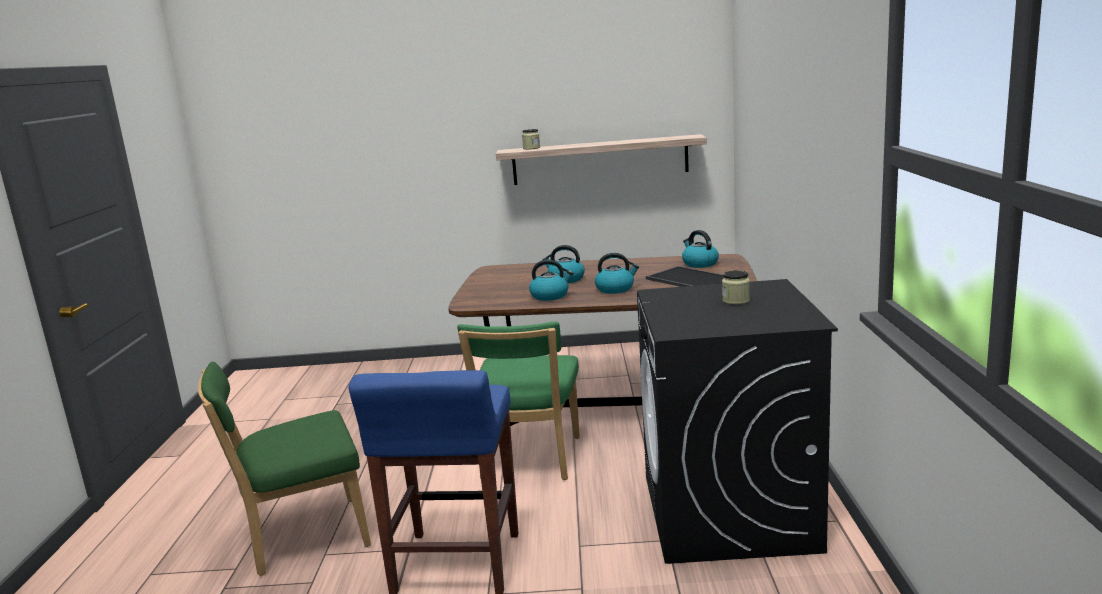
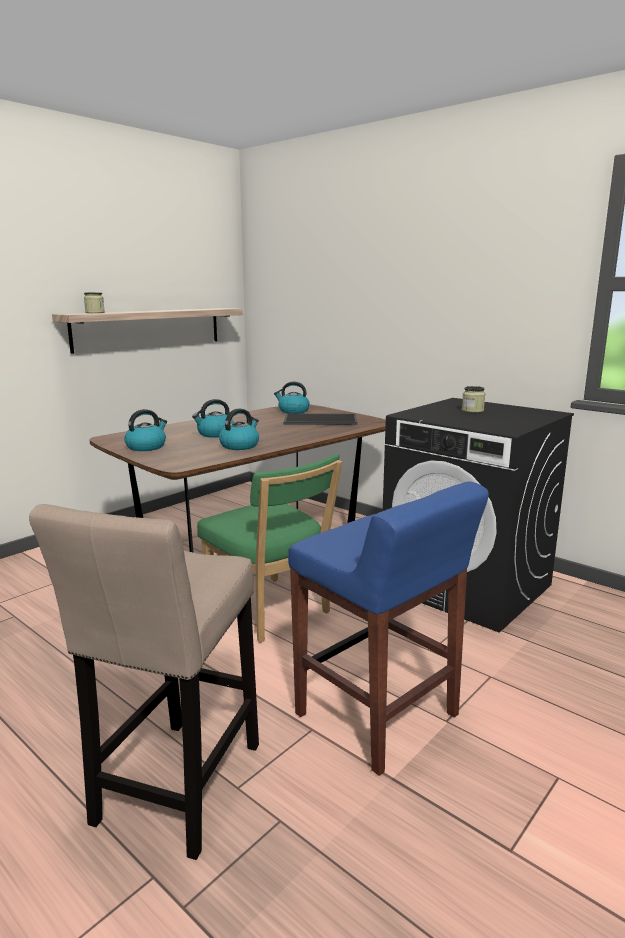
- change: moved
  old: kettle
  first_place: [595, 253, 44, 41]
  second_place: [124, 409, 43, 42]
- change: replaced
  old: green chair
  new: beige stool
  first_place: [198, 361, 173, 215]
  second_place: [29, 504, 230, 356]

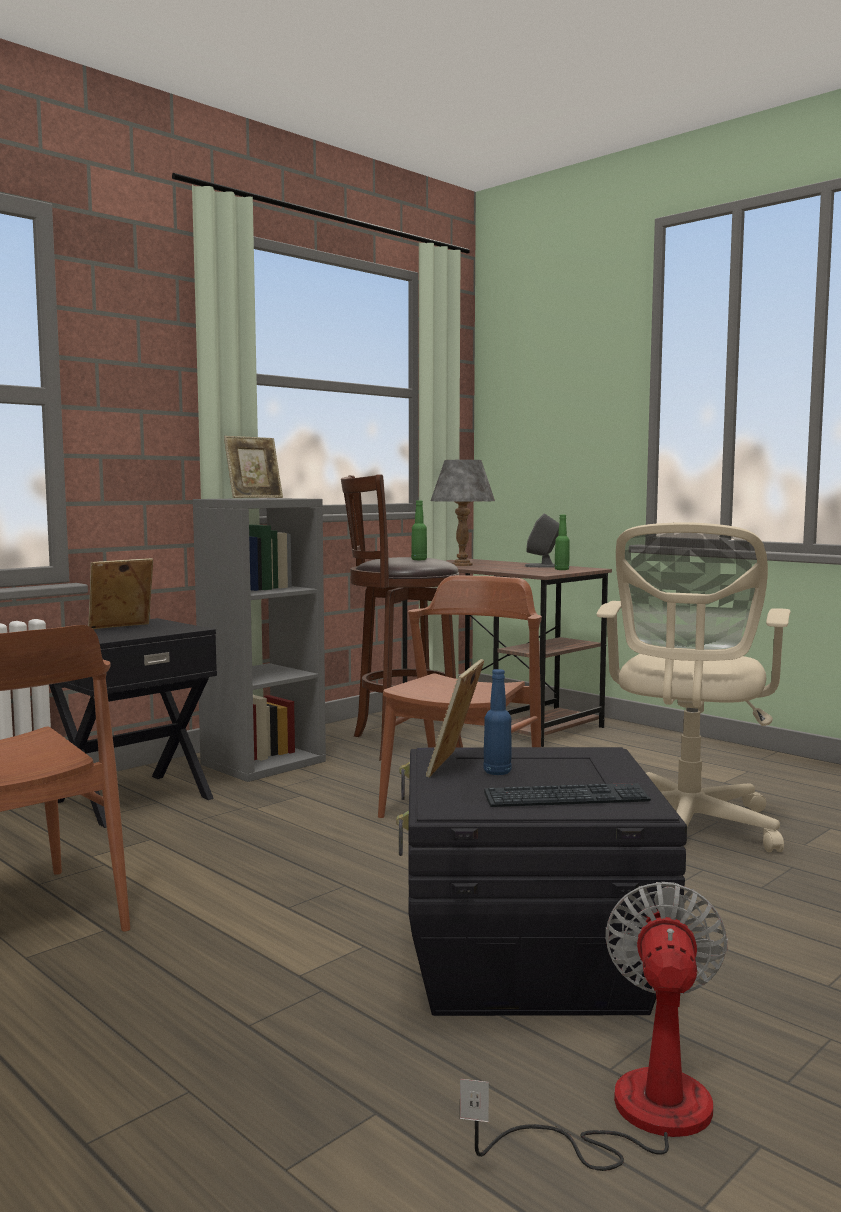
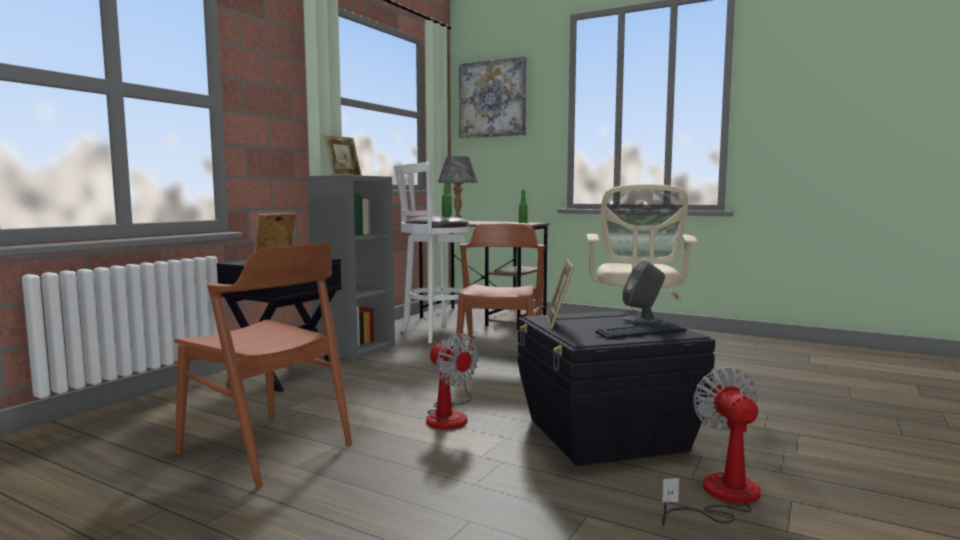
- change: removed
  old: blue bottle
  first_place: [484, 669, 28, 106]
- change: added
  new: fan
  second_place: [426, 333, 52, 97]
- change: added
  new: picture
  second_place: [459, 56, 68, 82]
- change: moved
  old: grey speaker
  first_place: [525, 513, 34, 54]
  second_place: [622, 260, 43, 63]
- change: recoloured
  old: brown stool
  new: white stool
  first_place: [341, 474, 122, 287]
  second_place: [394, 162, 82, 181]

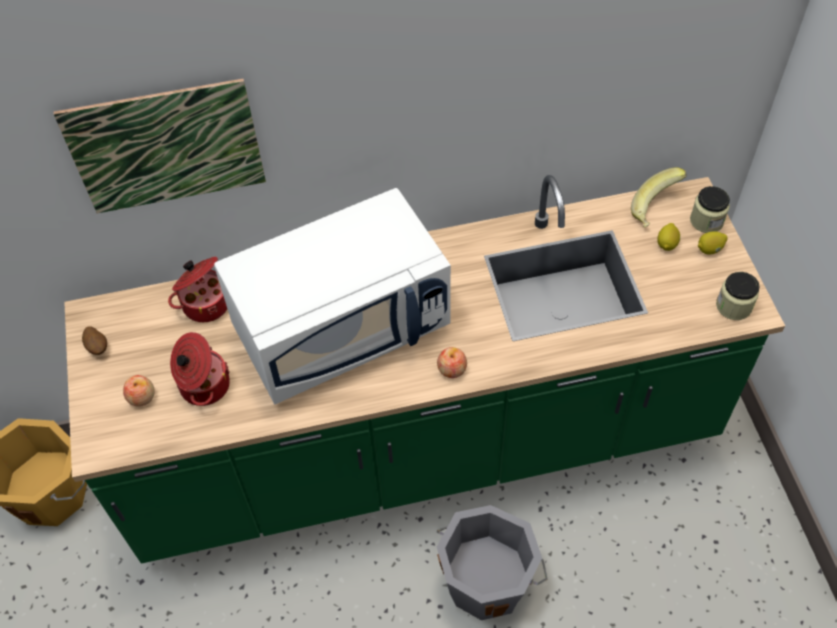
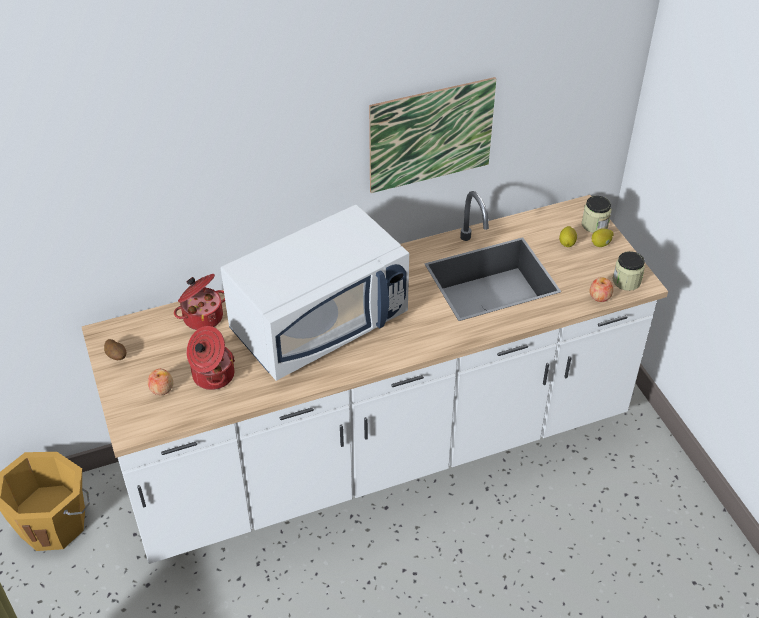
- change: removed
  old: grey bucket
  first_place: [437, 505, 111, 115]
- change: removed
  old: banana
  first_place: [631, 167, 56, 61]
- change: moved
  old: picture
  first_place: [54, 78, 212, 135]
  second_place: [369, 77, 127, 116]
- change: moved
  old: apple
  first_place: [437, 347, 30, 31]
  second_place: [590, 278, 23, 24]
- change: recoloured
  old: green counter
  new: white counter
  first_place: [64, 175, 721, 388]
  second_place: [82, 191, 586, 373]

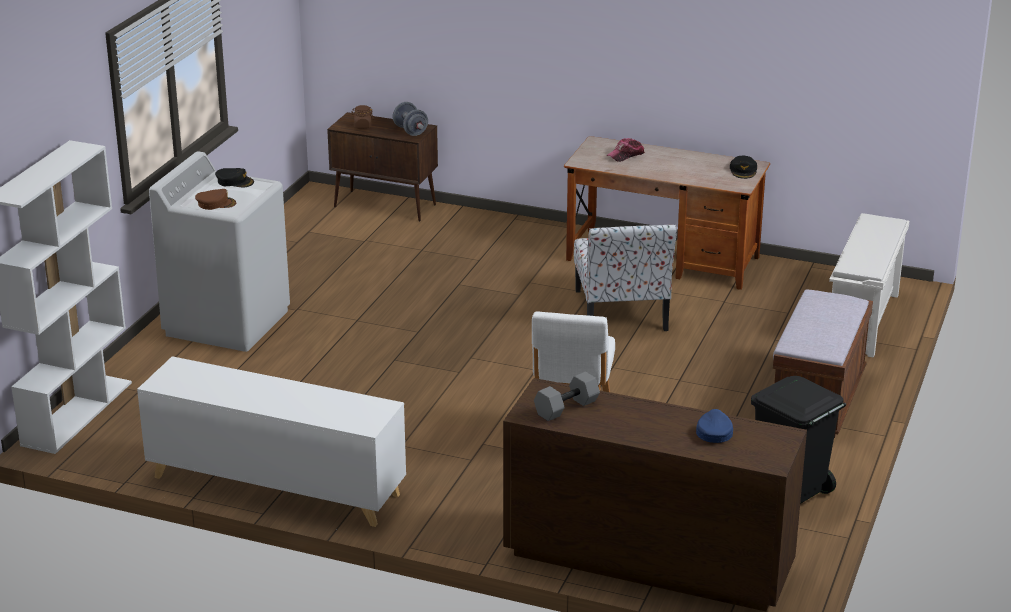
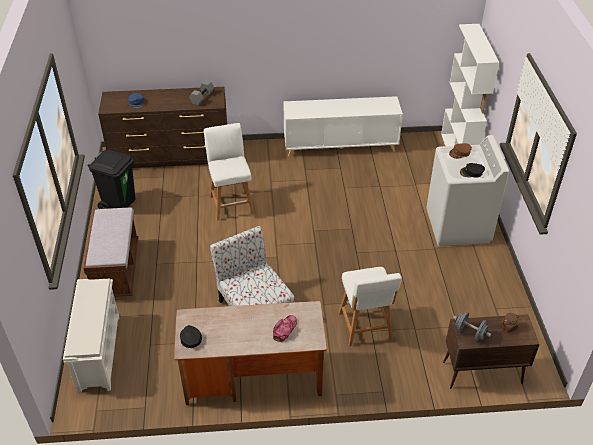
- change: added
  new: white stool
  second_place: [338, 267, 64, 79]

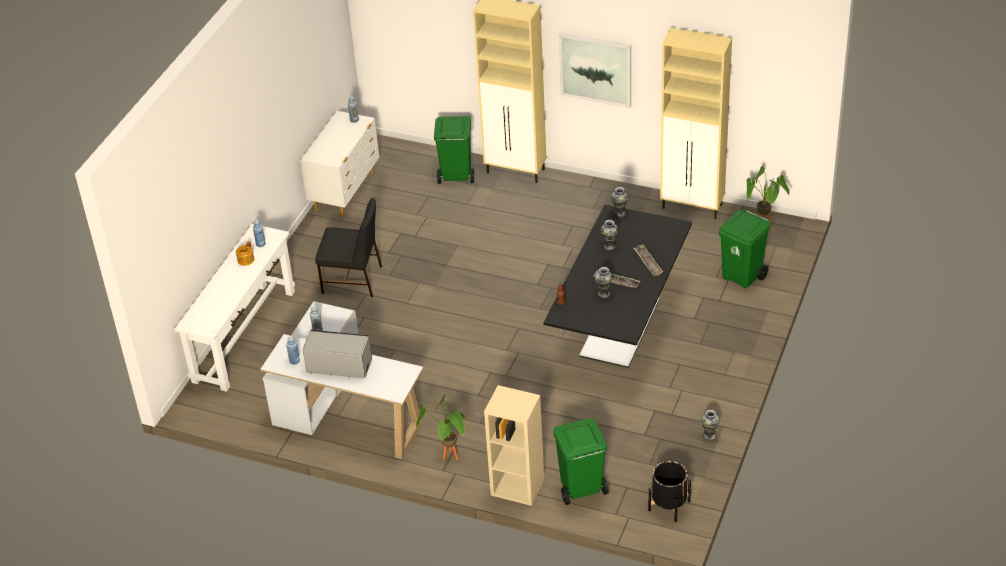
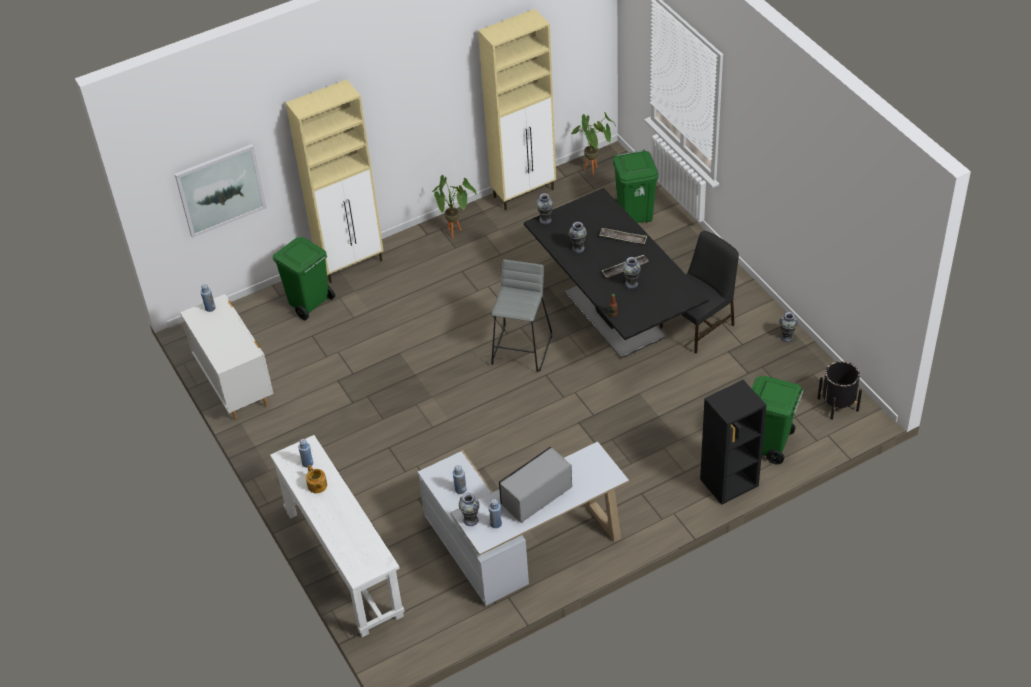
- change: added
  new: vase
  second_place: [459, 493, 21, 33]
- change: added
  new: grey stool
  second_place: [491, 260, 61, 112]
- change: moved
  old: black chair
  first_place: [315, 198, 67, 99]
  second_place: [660, 231, 79, 123]
- change: moved
  old: potted plant
  first_place: [416, 395, 51, 66]
  second_place: [432, 175, 45, 63]
- change: moved
  old: picture
  first_place: [559, 33, 72, 75]
  second_place: [175, 144, 92, 94]
- change: recoloured
  old: beige bookcase
  new: black bookcase
  first_place: [484, 385, 60, 121]
  second_place: [700, 380, 66, 125]

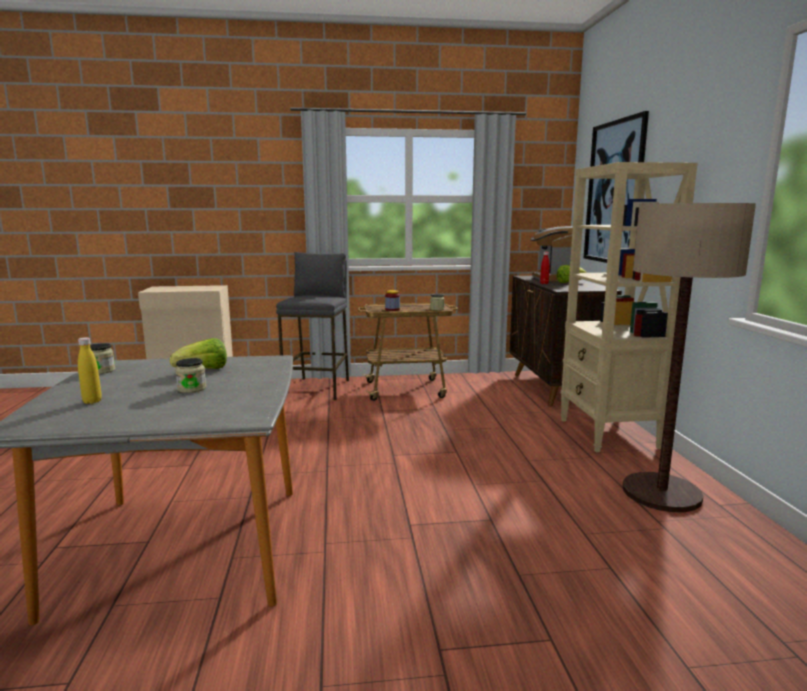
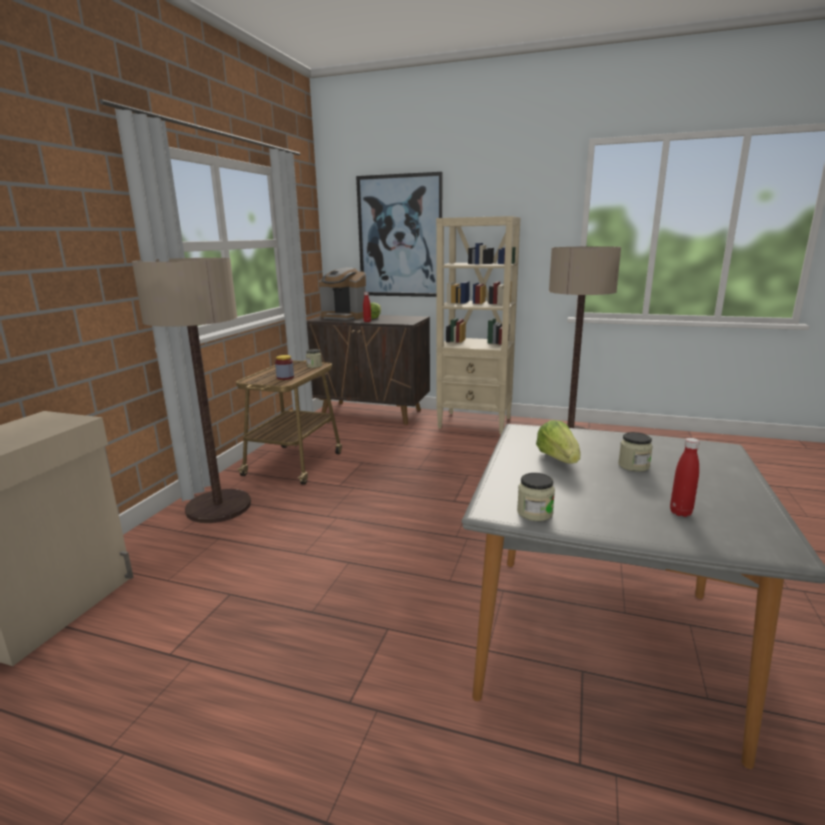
- change: replaced
  old: grey stool
  new: floor lamp
  first_place: [276, 252, 73, 148]
  second_place: [132, 258, 119, 265]
- change: recoloured
  old: yellow bottle
  new: red bottle
  first_place: [78, 337, 24, 67]
  second_place: [670, 438, 30, 79]

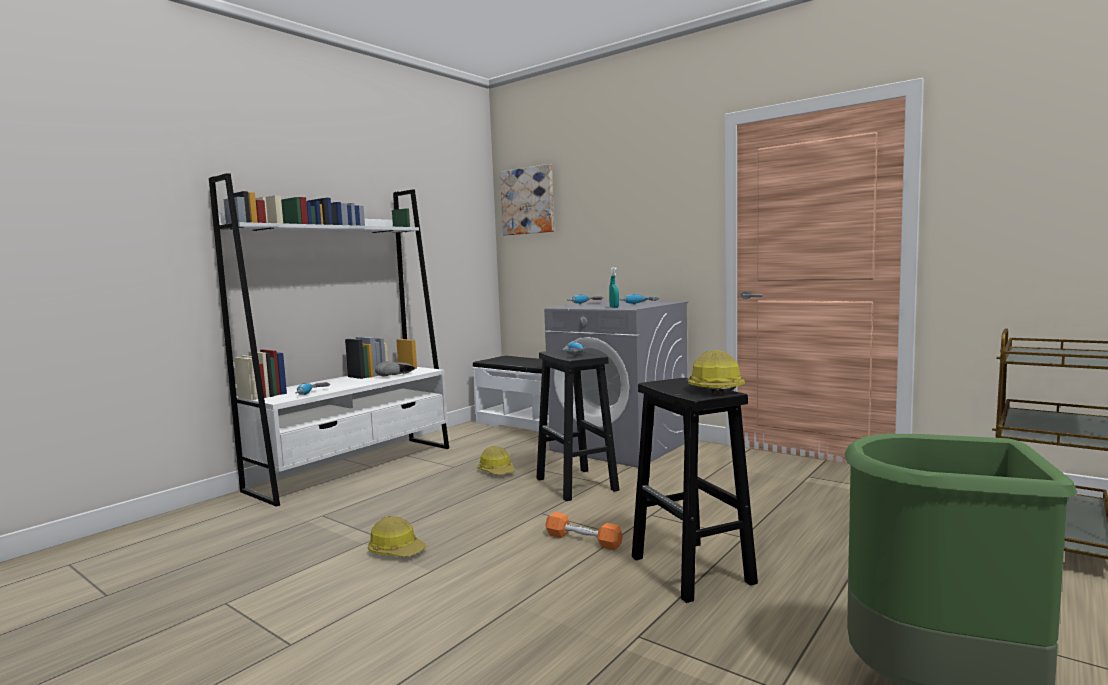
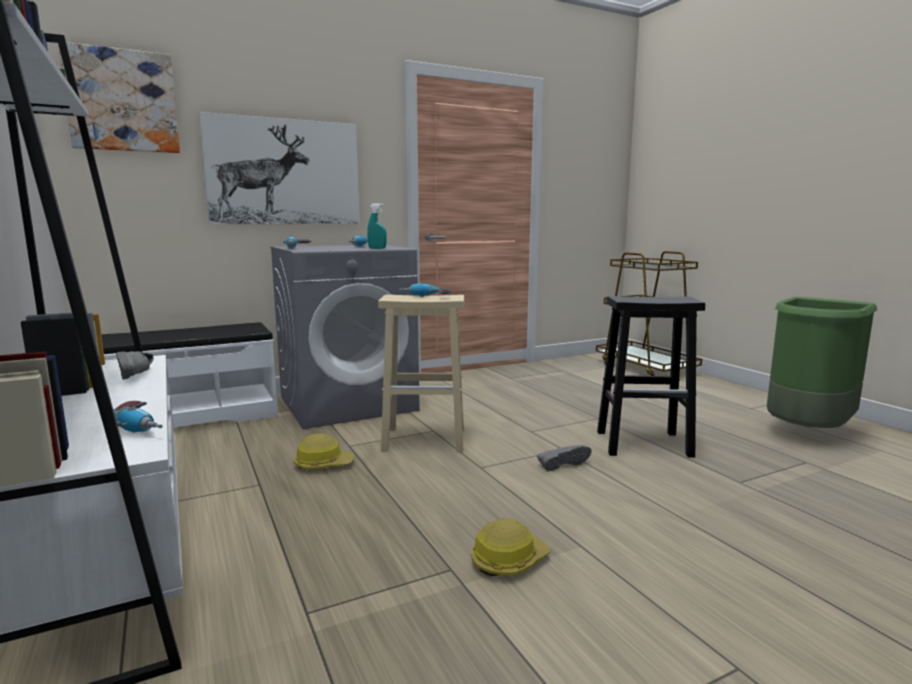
- change: removed
  old: hard hat
  first_place: [688, 350, 57, 44]
- change: added
  new: picture
  second_place: [199, 112, 161, 112]
- change: replaced
  old: orange dumbbell
  new: grey shoe
  first_place: [545, 512, 78, 38]
  second_place: [537, 445, 55, 26]
- change: recoloured
  old: black stool
  new: beige stool
  first_place: [536, 349, 83, 152]
  second_place: [378, 295, 86, 157]

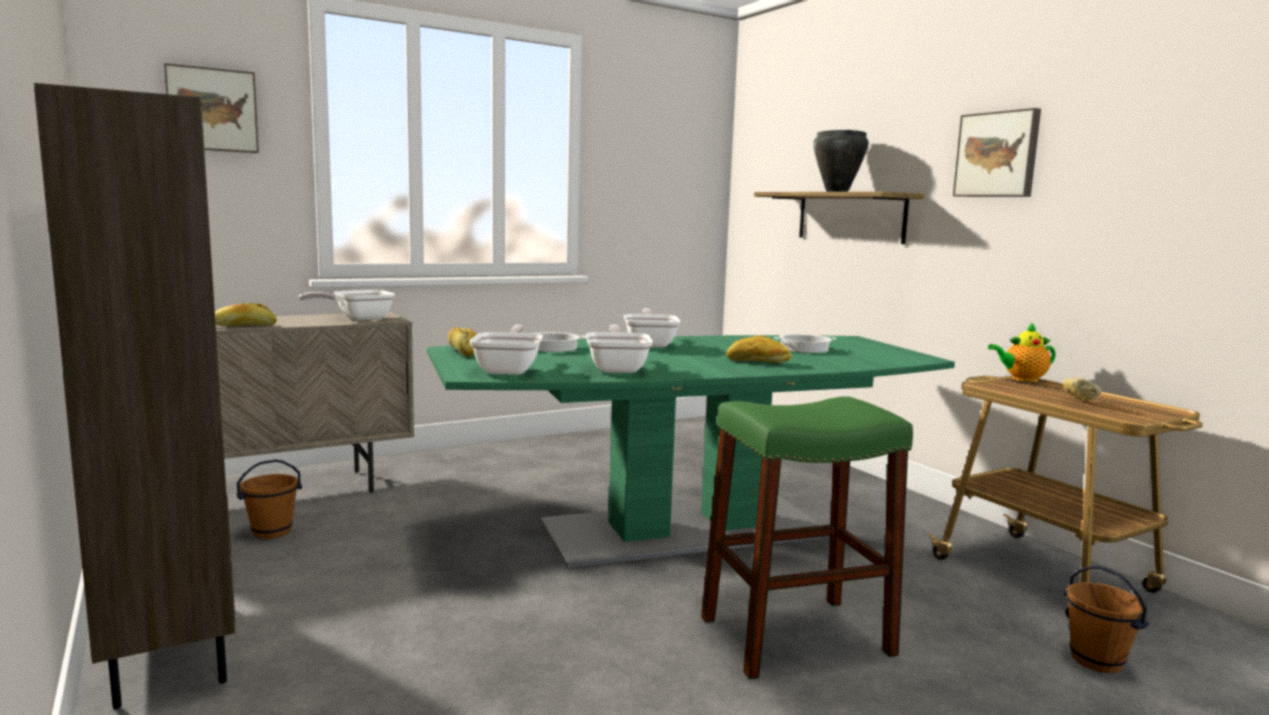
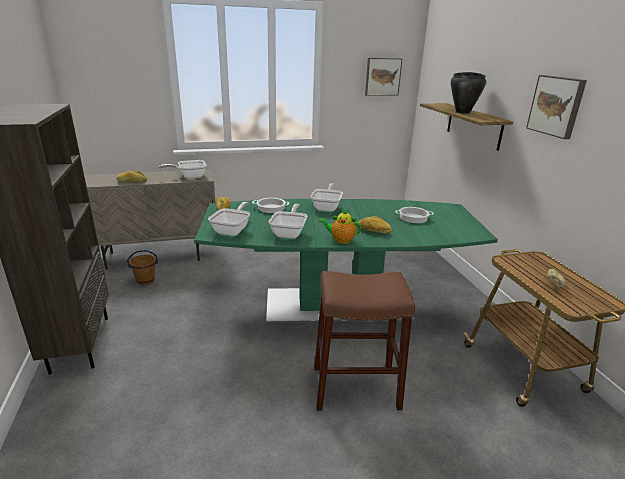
- change: removed
  old: brown bucket
  first_place: [1064, 566, 85, 107]
- change: moved
  old: picture
  first_place: [164, 63, 95, 90]
  second_place: [365, 58, 37, 38]
- change: moved
  old: teapot
  first_place: [988, 323, 68, 59]
  second_place: [319, 208, 42, 36]
- change: recoloured
  old: green stool
  new: brown stool
  first_place: [701, 396, 212, 283]
  second_place: [315, 271, 100, 140]

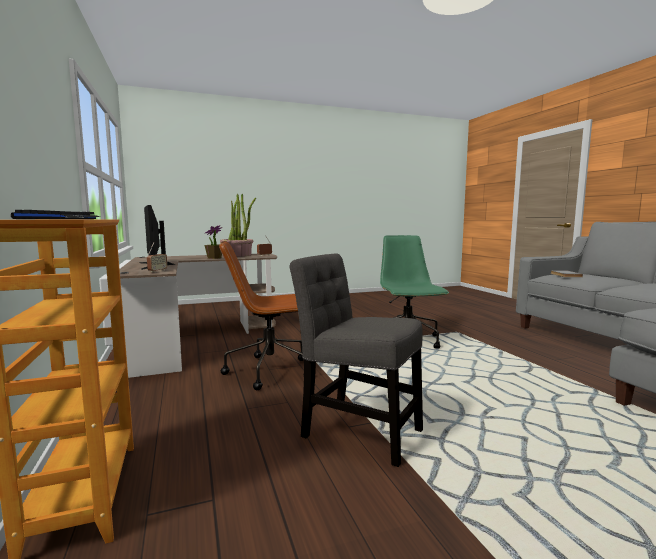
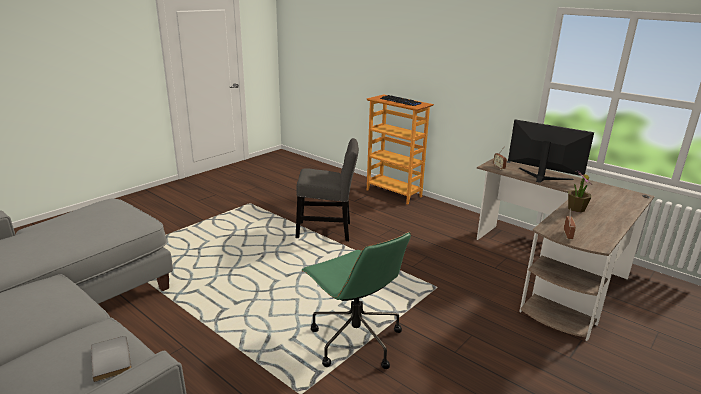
- change: removed
  old: brown office chair
  first_place: [219, 241, 85, 149]
- change: removed
  old: potted plant
  first_place: [220, 194, 36, 63]

